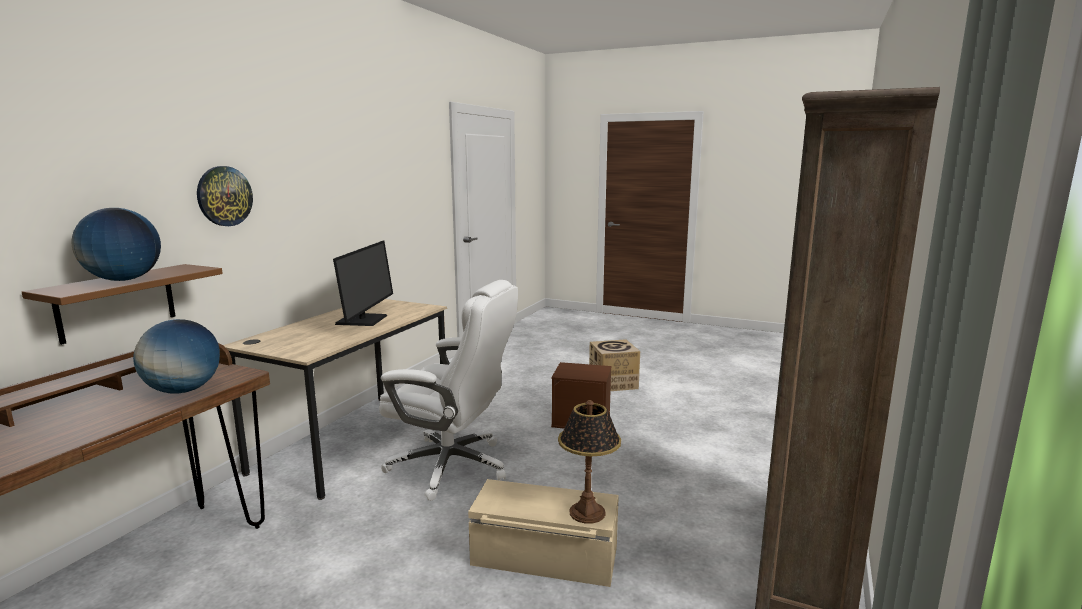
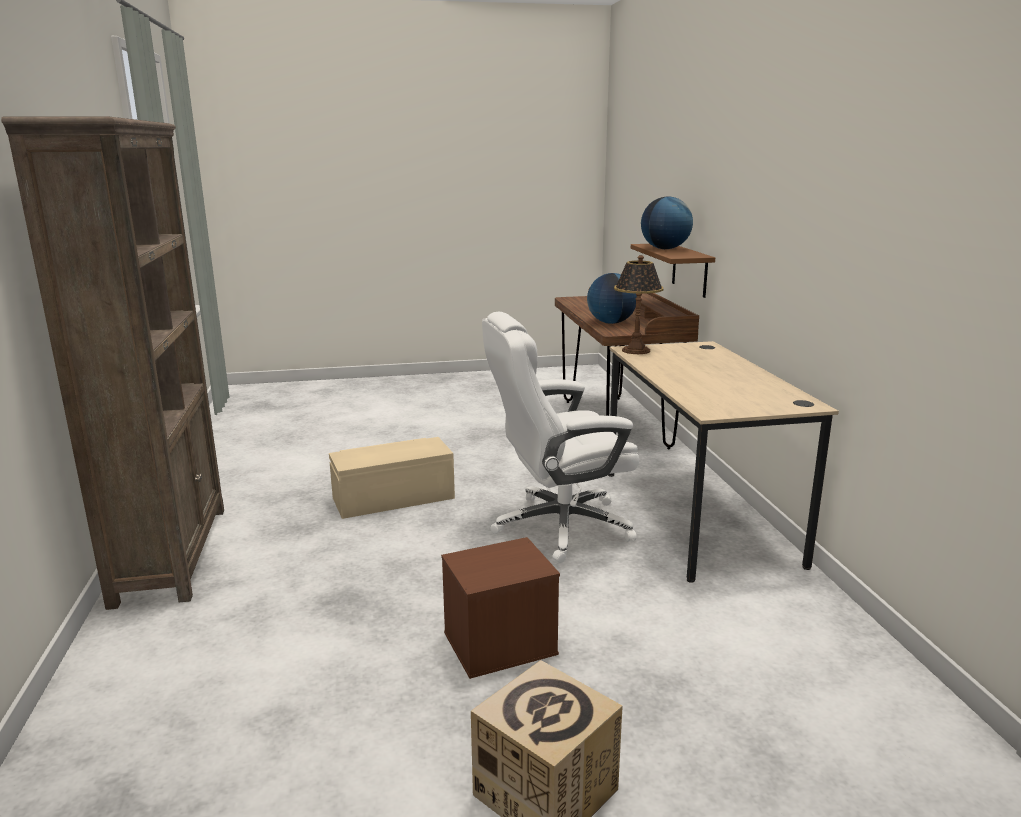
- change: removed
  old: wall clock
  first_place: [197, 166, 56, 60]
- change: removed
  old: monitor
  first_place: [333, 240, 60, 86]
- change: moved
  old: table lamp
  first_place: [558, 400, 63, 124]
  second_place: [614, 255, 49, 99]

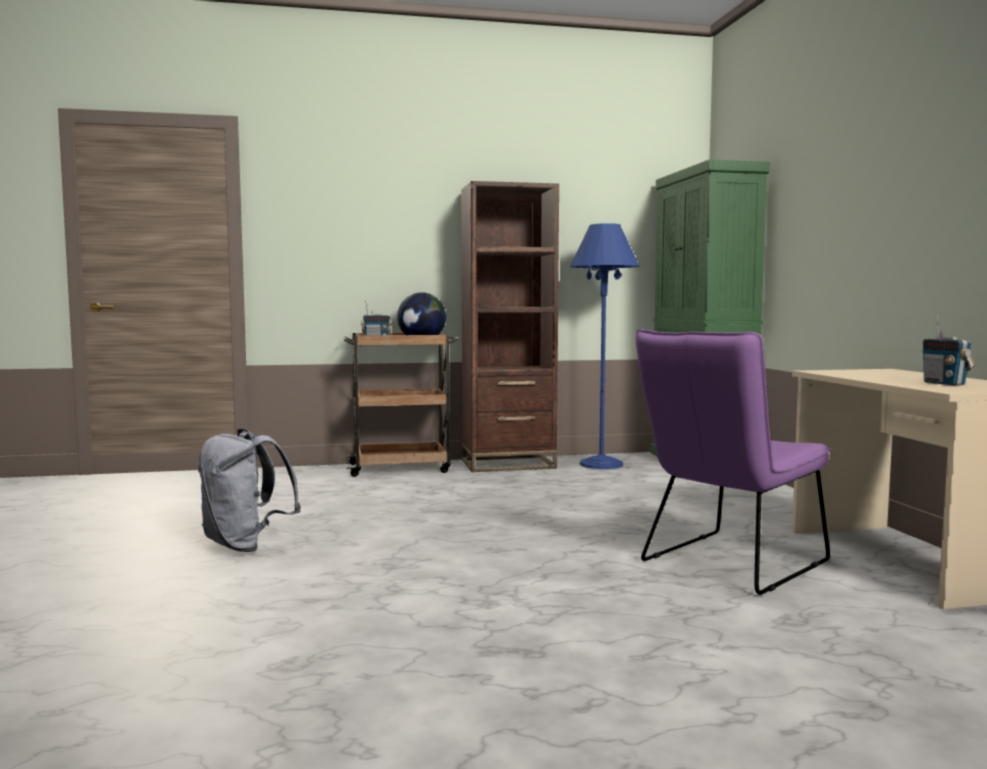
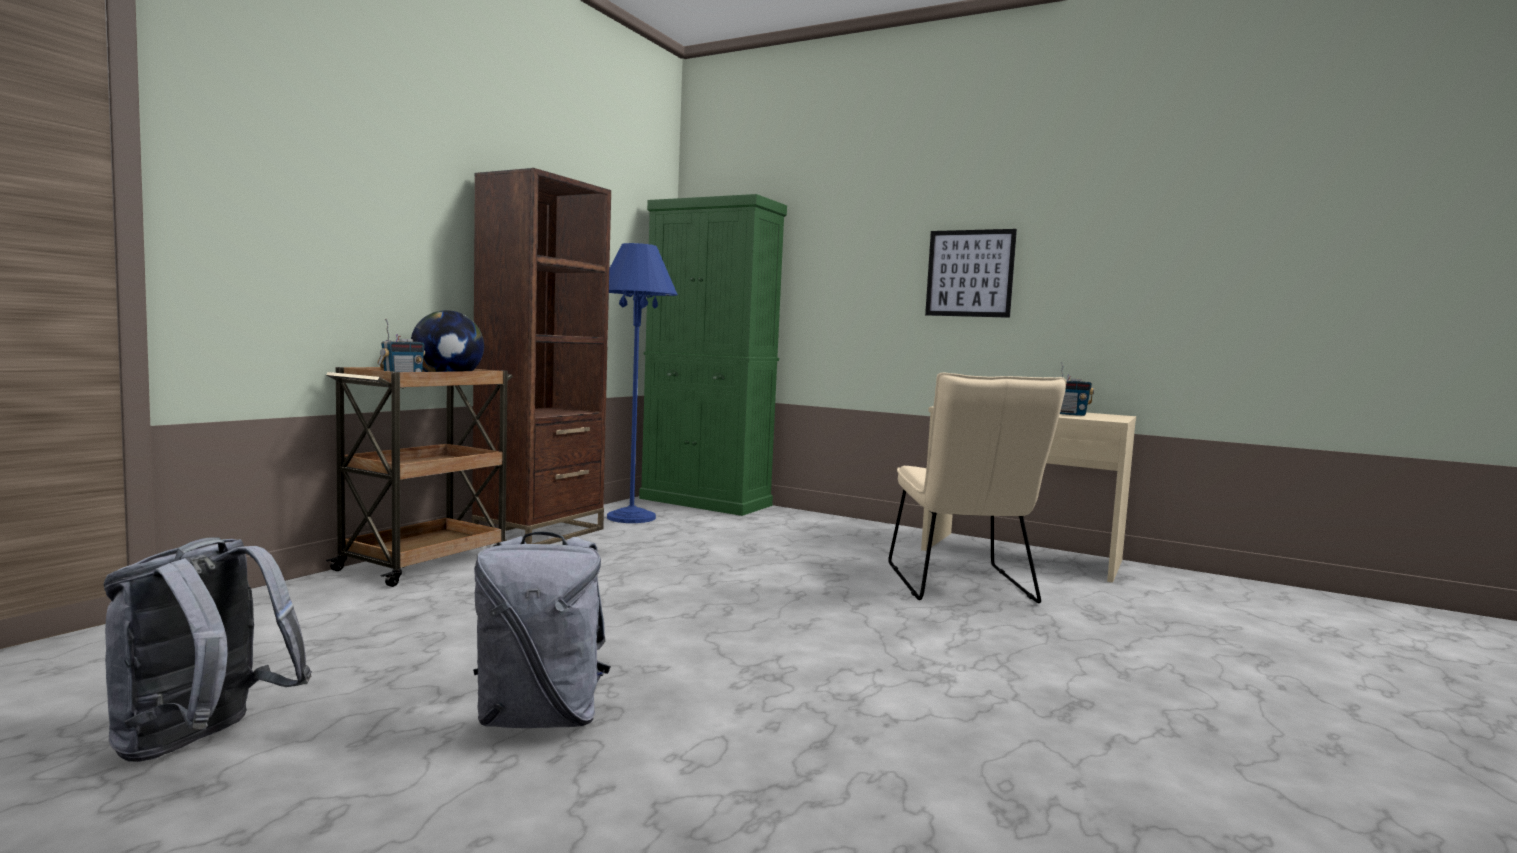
- change: added
  new: grey backpack
  second_place: [104, 537, 208, 225]
- change: added
  new: picture
  second_place: [925, 229, 92, 89]
- change: recoloured
  old: purple chair
  new: beige chair
  first_place: [636, 329, 195, 266]
  second_place: [888, 372, 179, 231]

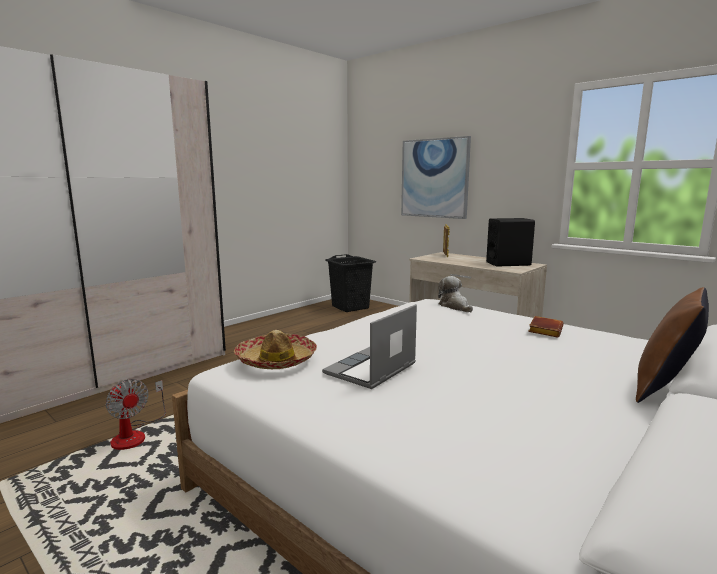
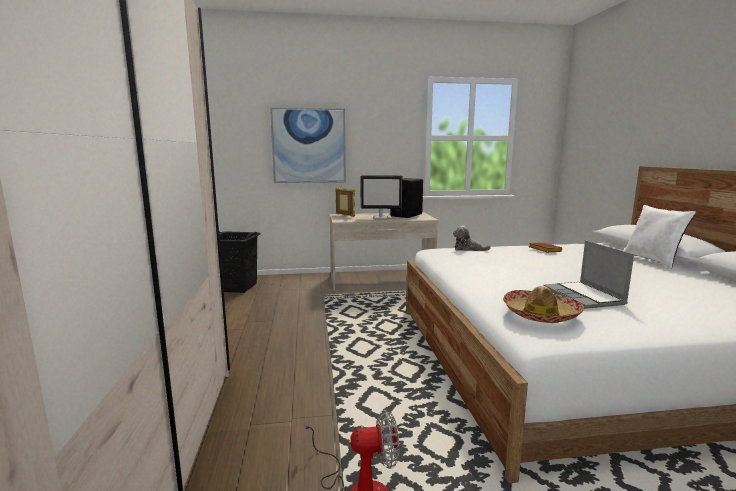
- change: added
  new: monitor
  second_place: [361, 175, 42, 44]
- change: recoloured
  old: brown pillow
  new: white pillow
  first_place: [636, 287, 73, 116]
  second_place: [624, 205, 72, 64]

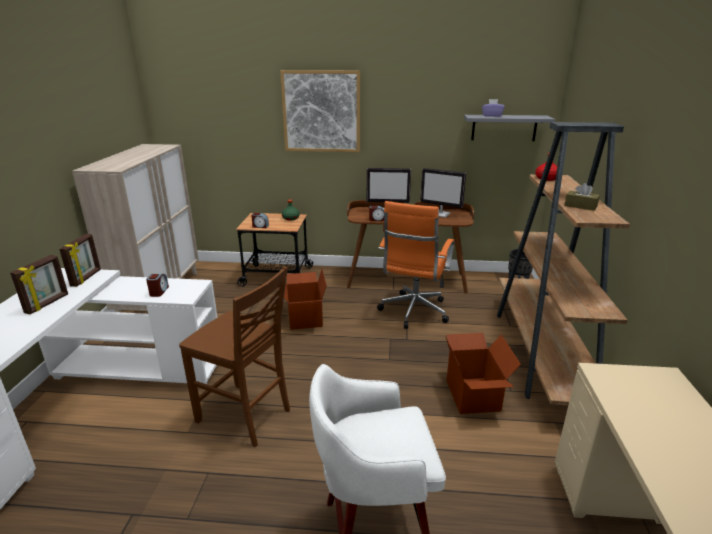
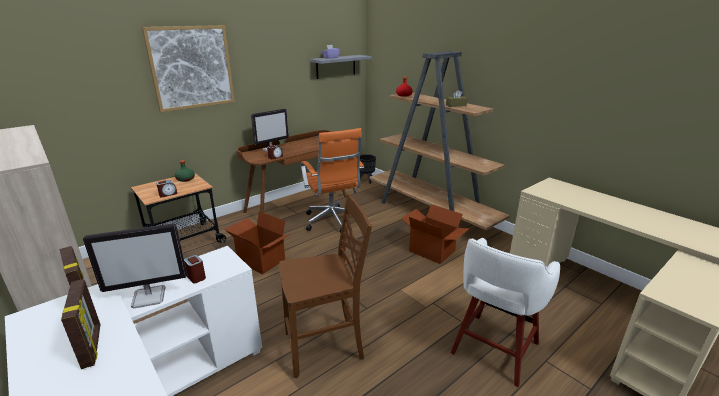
- change: moved
  old: monitor
  first_place: [420, 168, 46, 50]
  second_place: [83, 223, 104, 85]

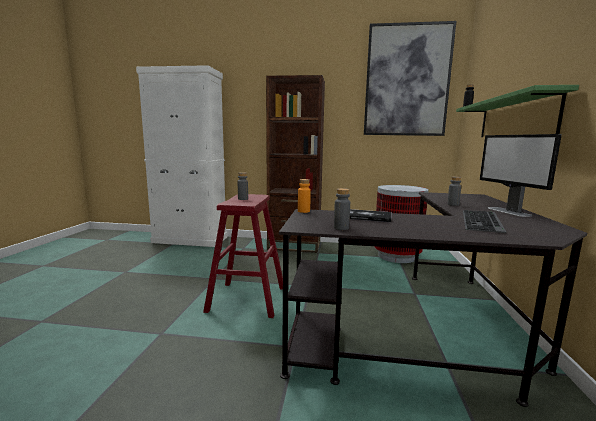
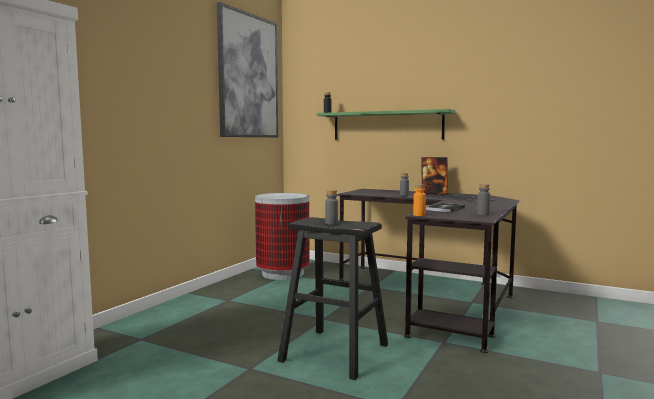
- change: removed
  old: brown bookcase
  first_place: [266, 75, 59, 178]
- change: replaced
  old: monitor
  new: picture frame
  first_place: [480, 134, 82, 83]
  second_place: [422, 157, 26, 37]
- change: recoloured
  old: red stool
  new: black stool
  first_place: [203, 194, 80, 124]
  second_place: [277, 217, 111, 163]

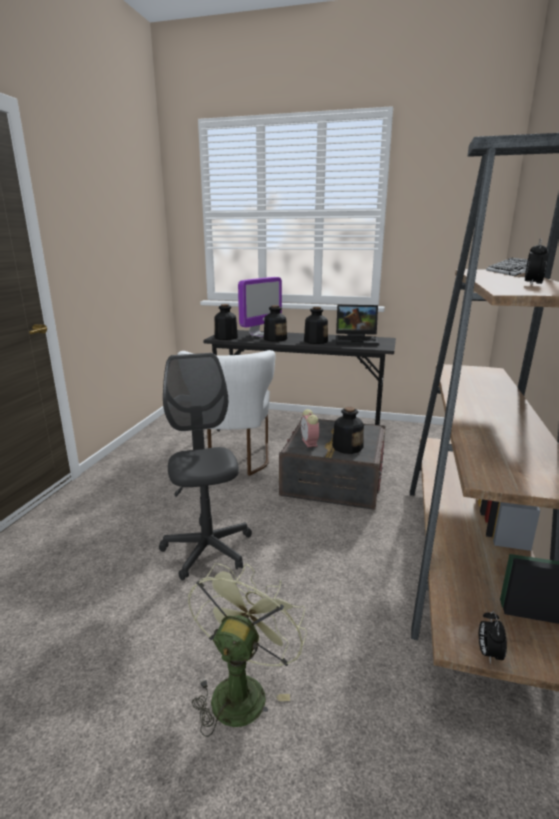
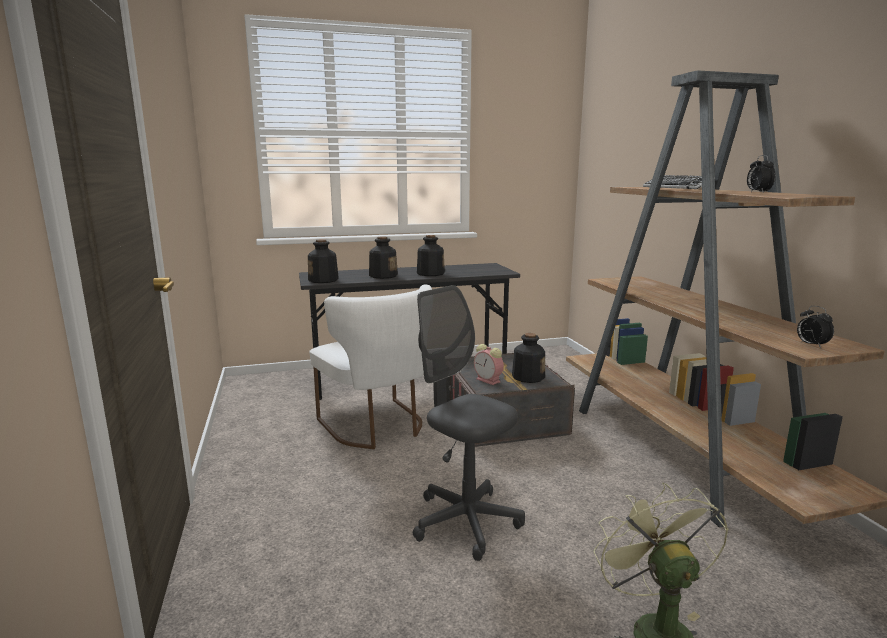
- change: removed
  old: monitor
  first_place: [238, 277, 44, 60]
- change: removed
  old: laptop
  first_place: [336, 305, 43, 41]
- change: moved
  old: alarm clock
  first_place: [479, 611, 28, 53]
  second_place: [797, 306, 37, 42]

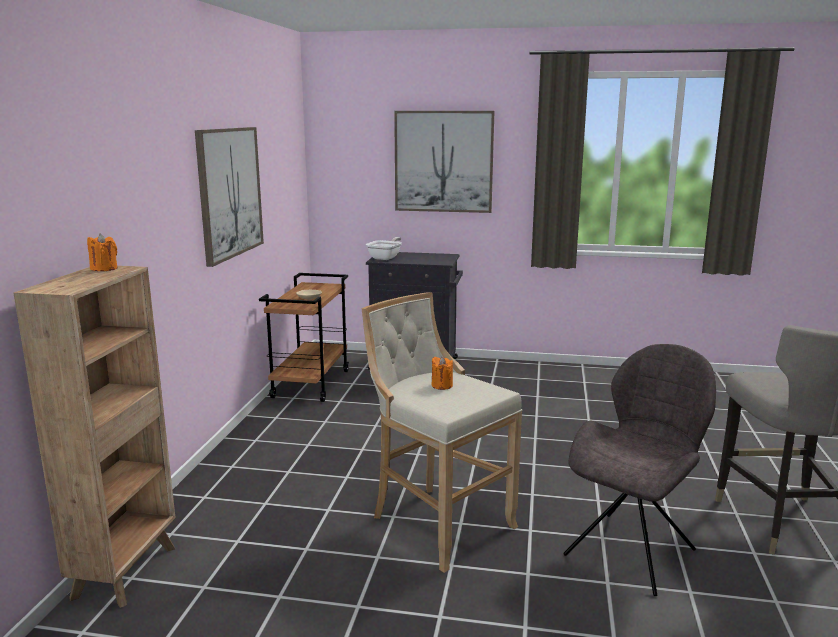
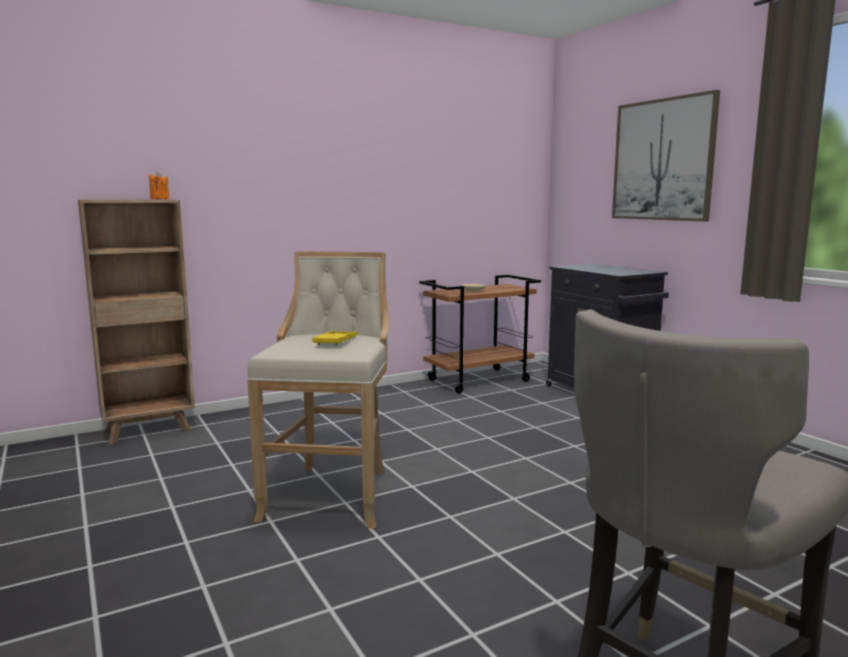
- change: removed
  old: picture
  first_place: [195, 127, 69, 140]
- change: removed
  old: frying pan
  first_place: [366, 237, 36, 23]
- change: removed
  old: grey chair
  first_place: [563, 344, 153, 252]
- change: replaced
  old: orange candle
  new: yellow tray
  first_place: [432, 356, 21, 34]
  second_place: [312, 331, 45, 15]

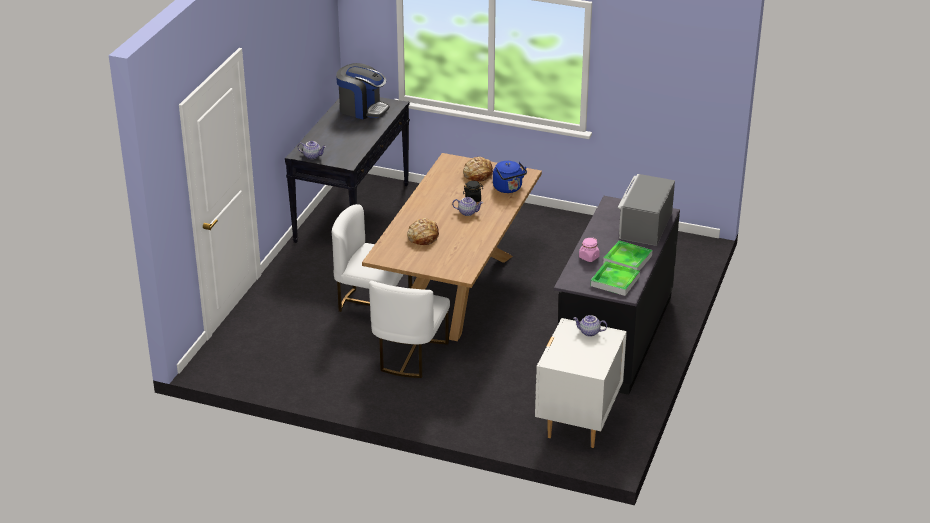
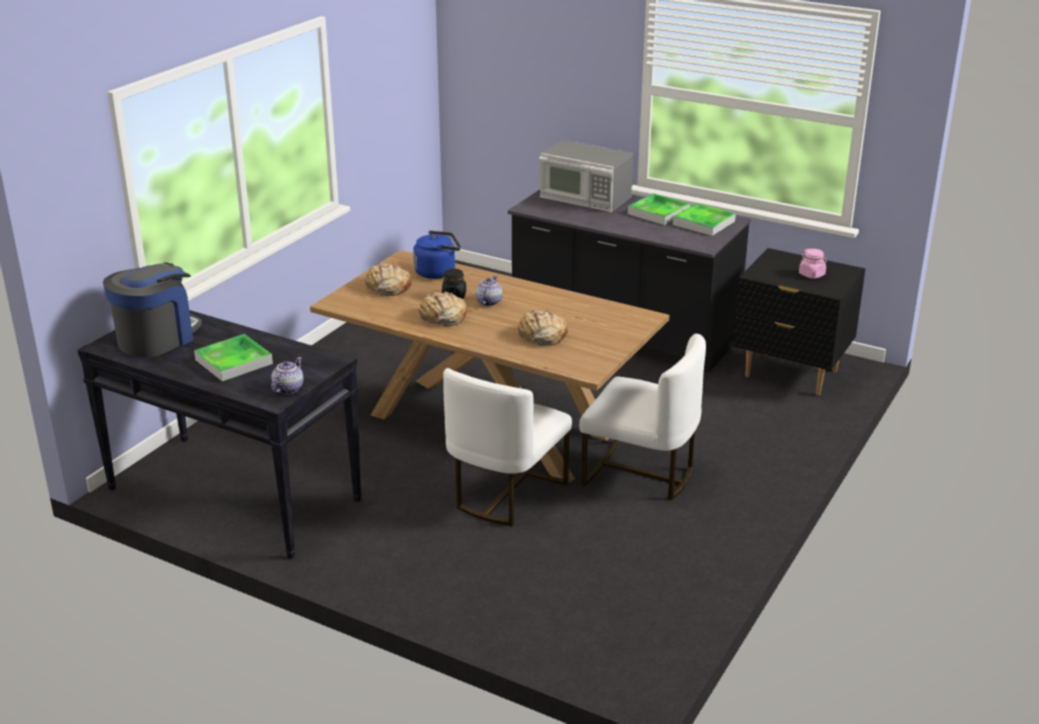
- change: removed
  old: teapot
  first_place: [573, 315, 34, 22]
- change: added
  new: tray
  second_place: [194, 334, 79, 47]
- change: added
  new: bread
  second_place: [418, 291, 49, 35]
- change: moved
  old: pink jar
  first_place: [579, 238, 21, 24]
  second_place: [799, 249, 28, 30]
- change: recoloured
  old: white nightstand
  new: black nightstand
  first_place: [535, 318, 92, 130]
  second_place: [733, 248, 133, 147]

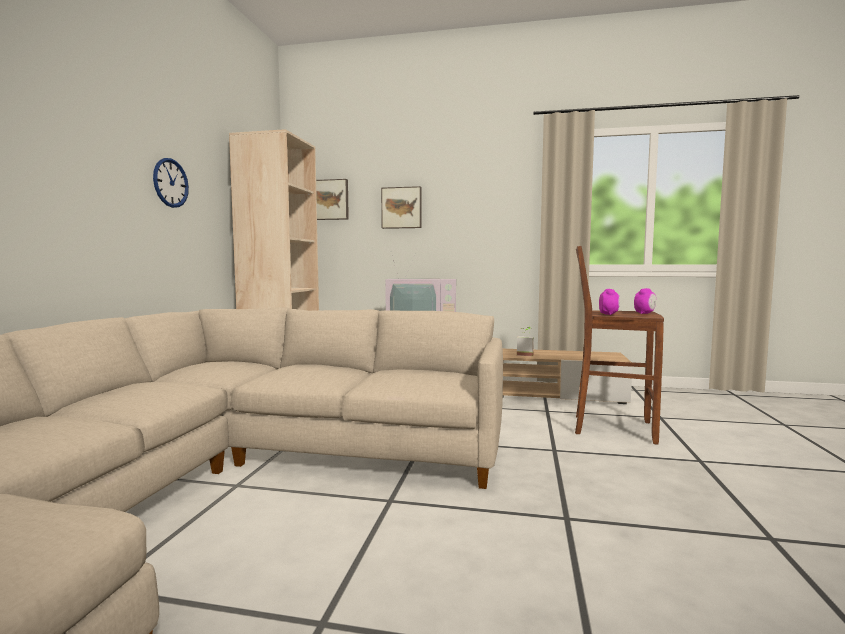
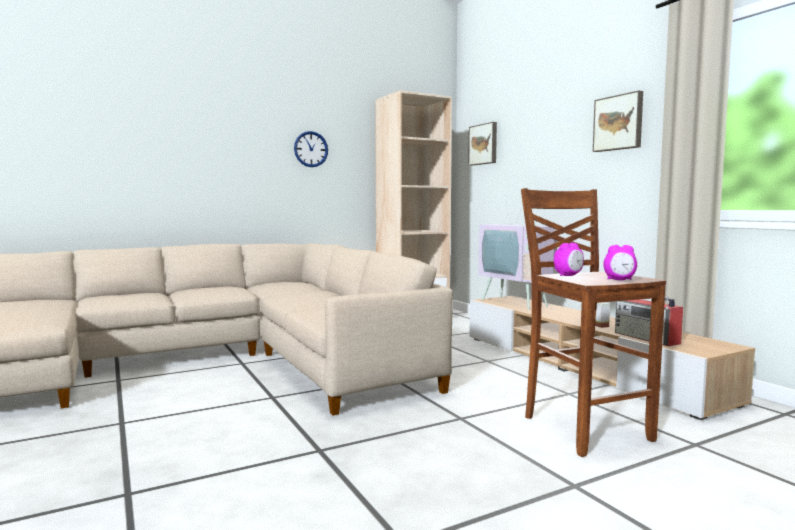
- change: added
  new: radio
  second_place: [615, 298, 68, 48]
- change: moved
  old: picture
  first_place: [381, 186, 41, 43]
  second_place: [593, 90, 50, 62]

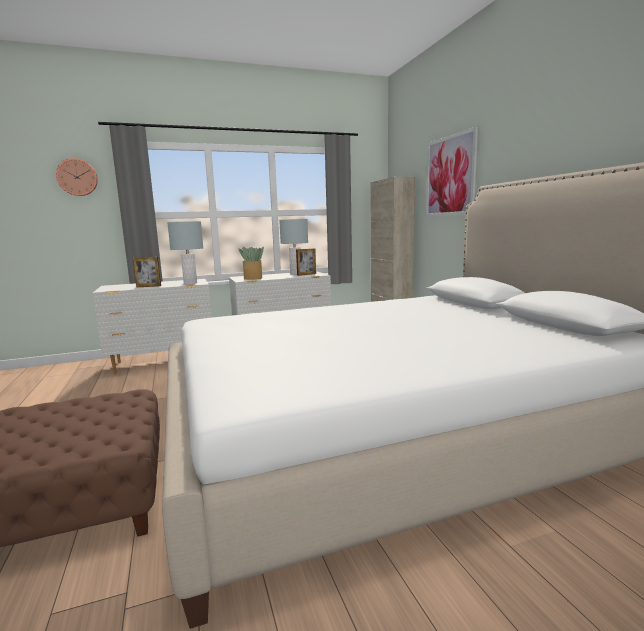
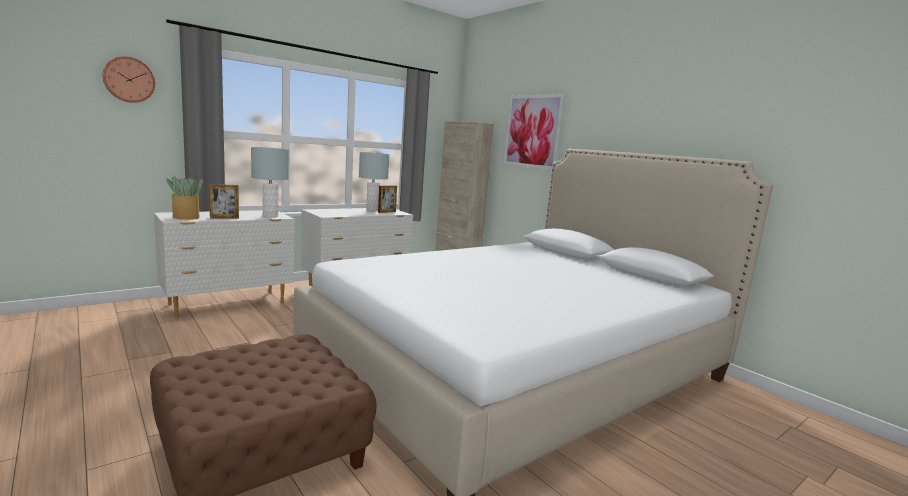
- change: moved
  old: potted plant
  first_place: [239, 246, 25, 34]
  second_place: [166, 175, 37, 45]

